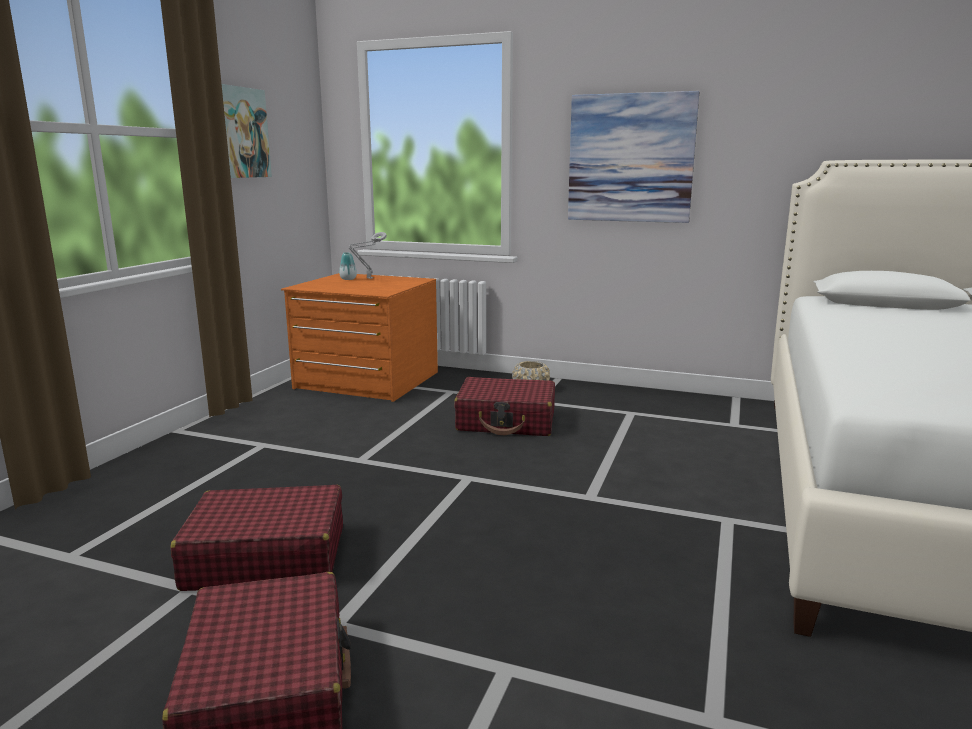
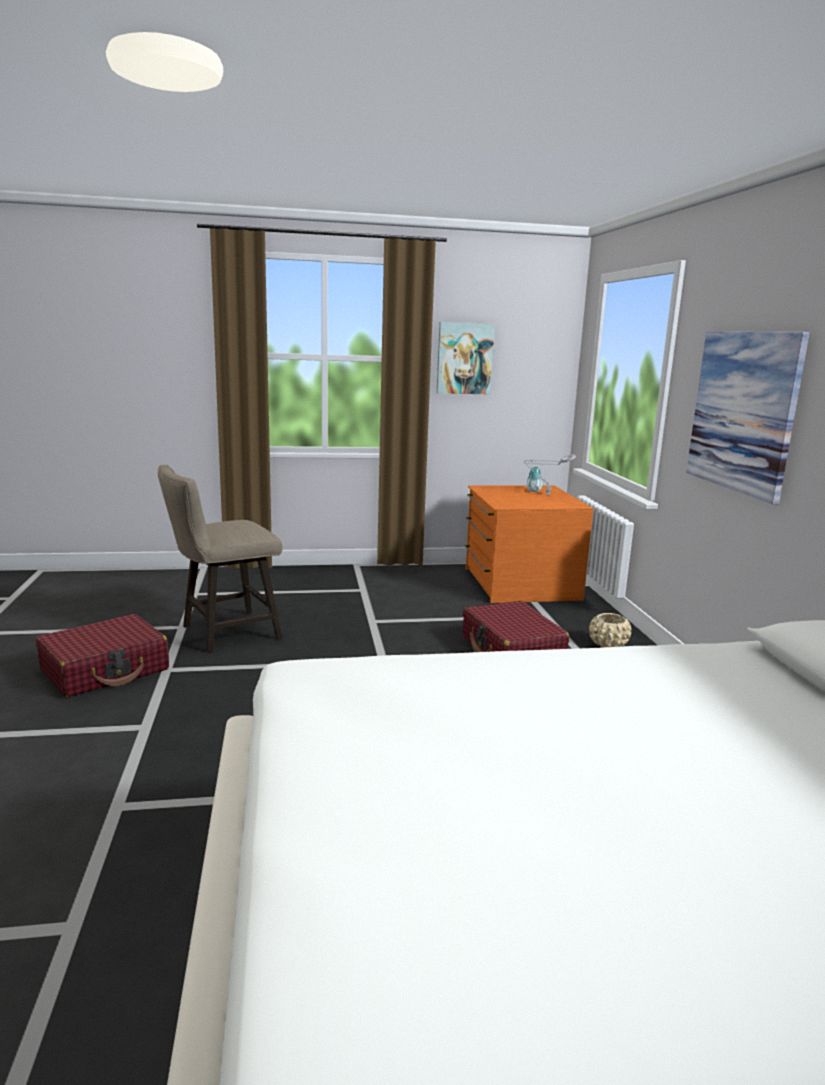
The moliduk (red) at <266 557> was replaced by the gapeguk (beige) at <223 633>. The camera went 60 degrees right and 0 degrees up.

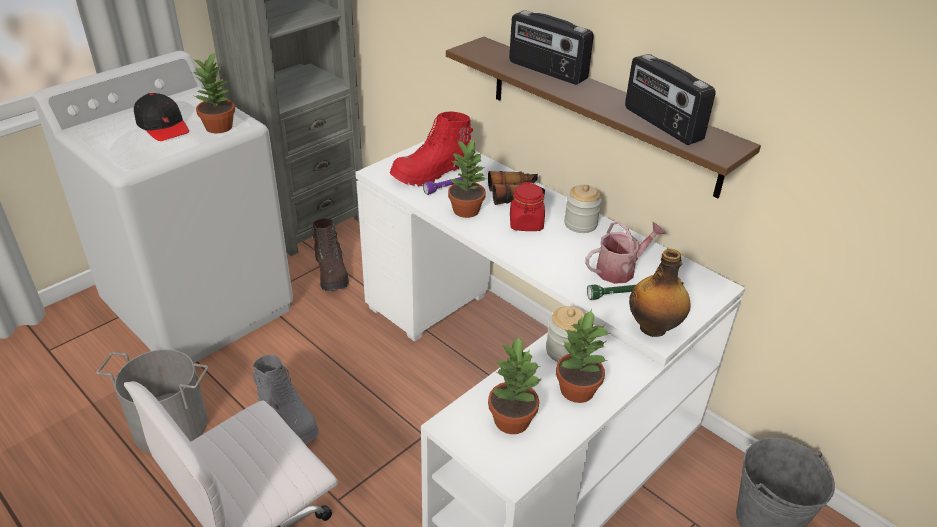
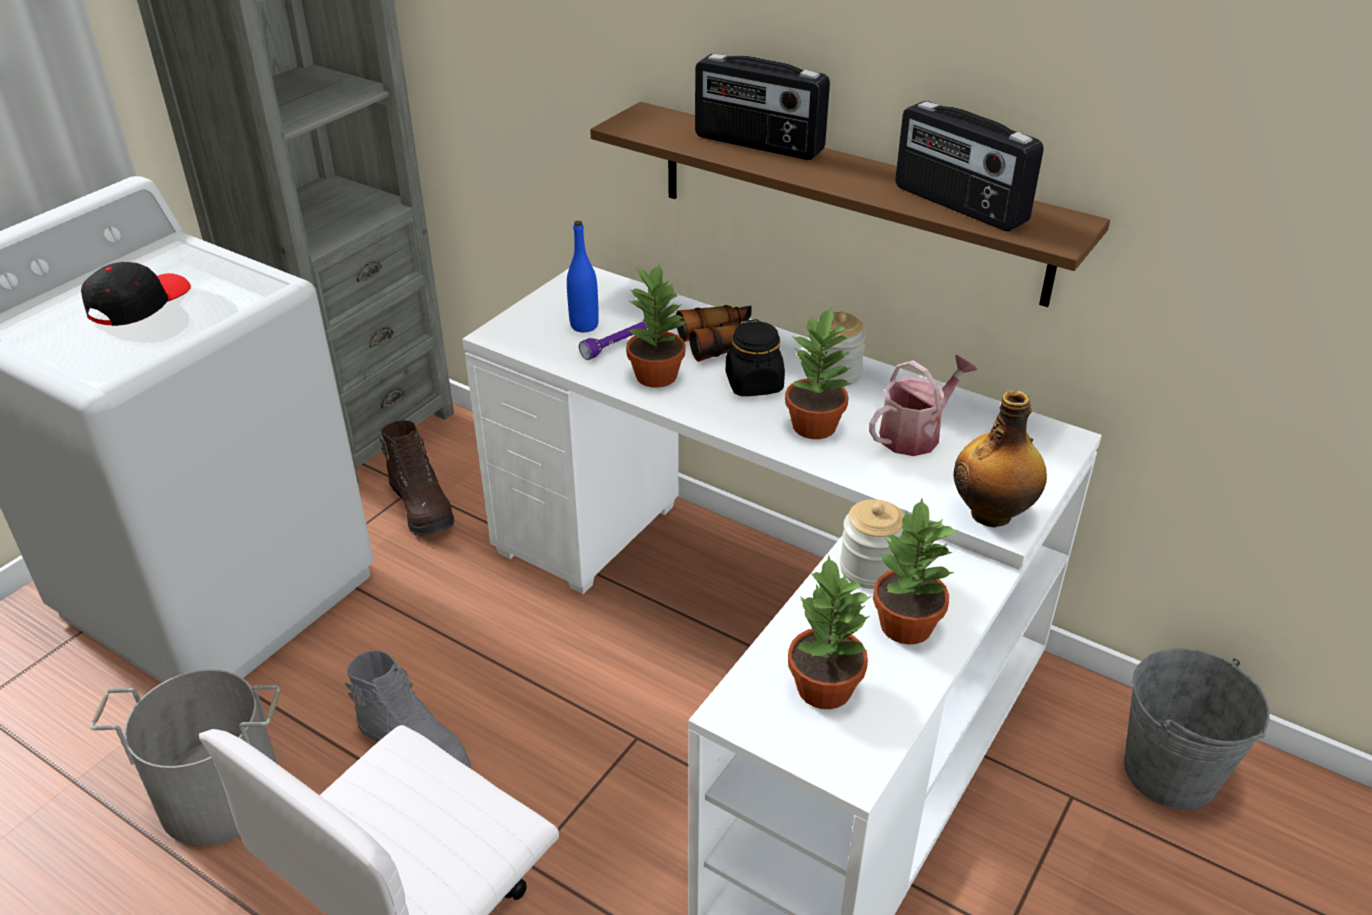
The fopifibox moved from <220 127> to <815 426>. The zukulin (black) at <163 126> turned 105 degrees counterclockwise. The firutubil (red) at <431 173> was replaced by the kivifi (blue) at <584 326>. The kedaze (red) at <526 223> became the kedaze (black) at <754 384>. The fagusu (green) at <616 295> disappeared. The camera went 10 degrees left and 0 degrees up.

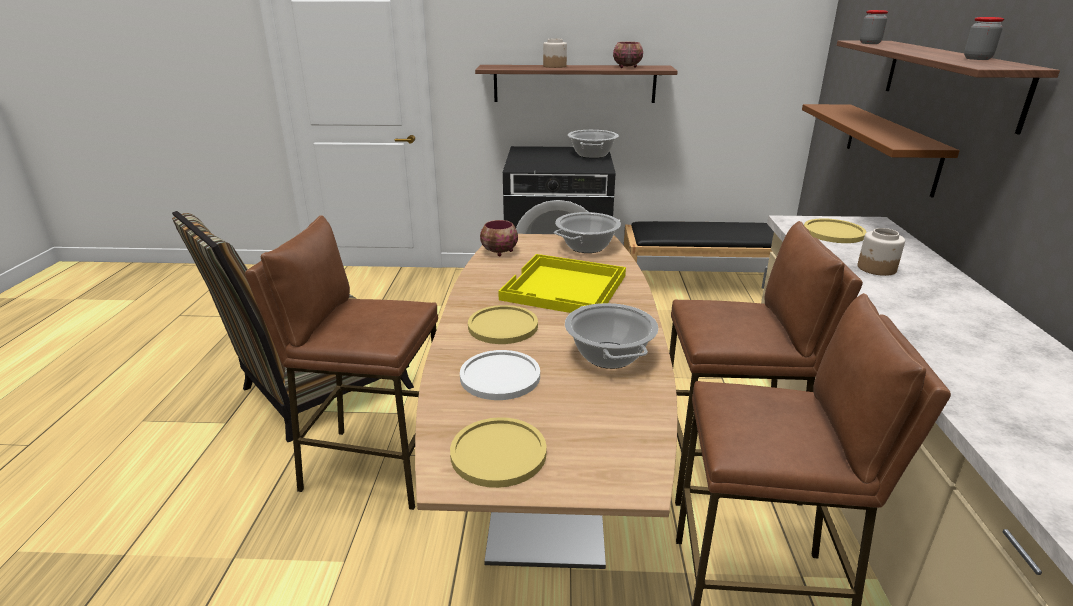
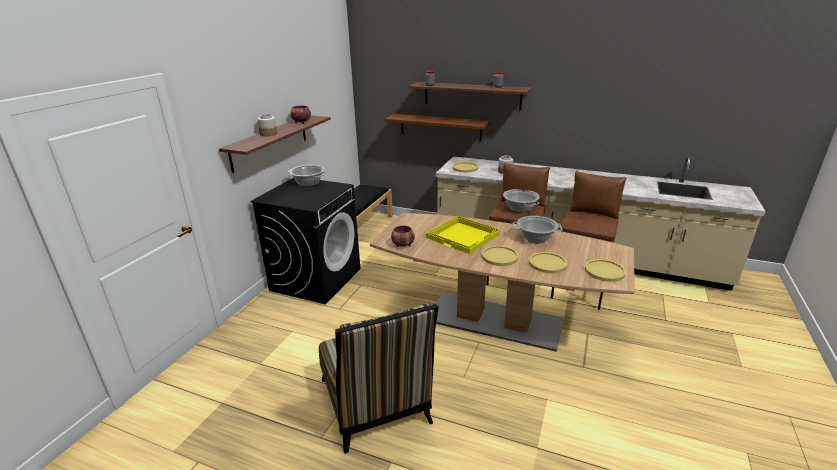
The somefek moved from <587 247> to <520 208>. The gapeguk (brown) at <374 466> disappeared. The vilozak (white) at <500 376> became the vilozak (yellow) at <547 263>. The camera went 70 degrees left and 0 degrees up.

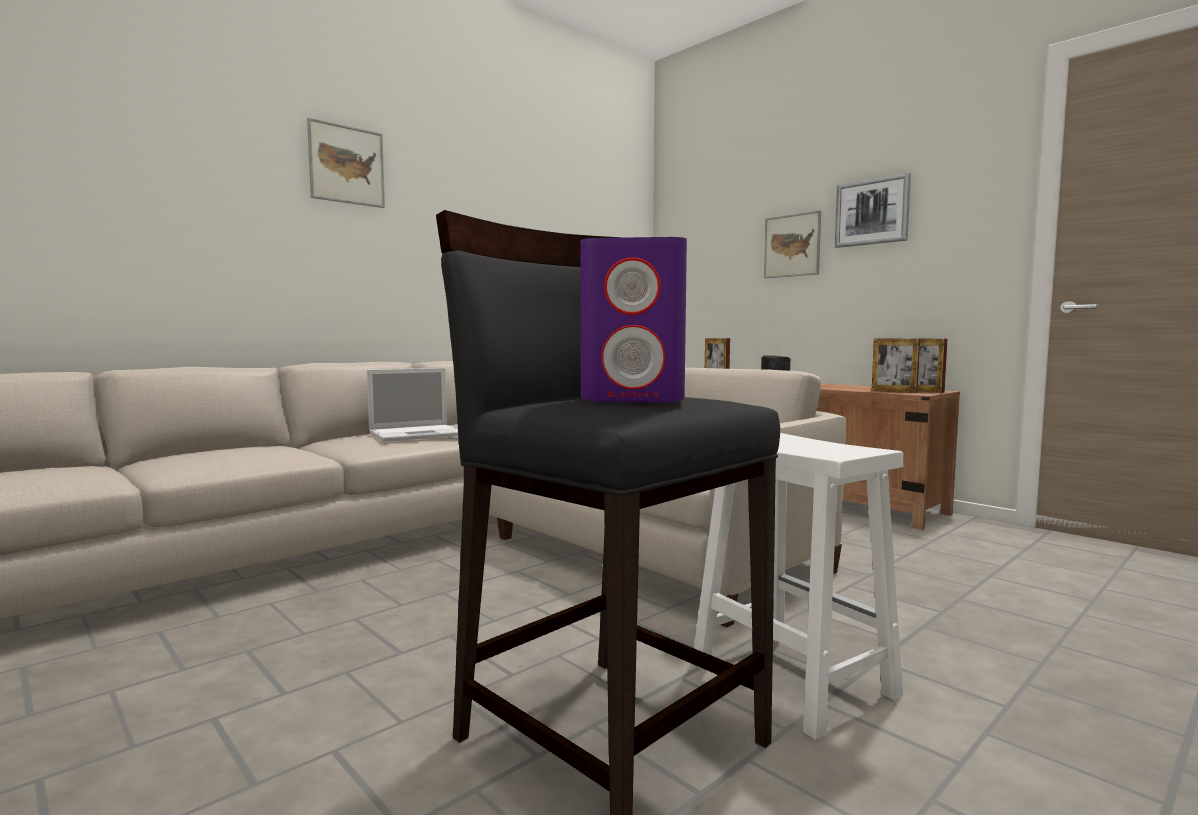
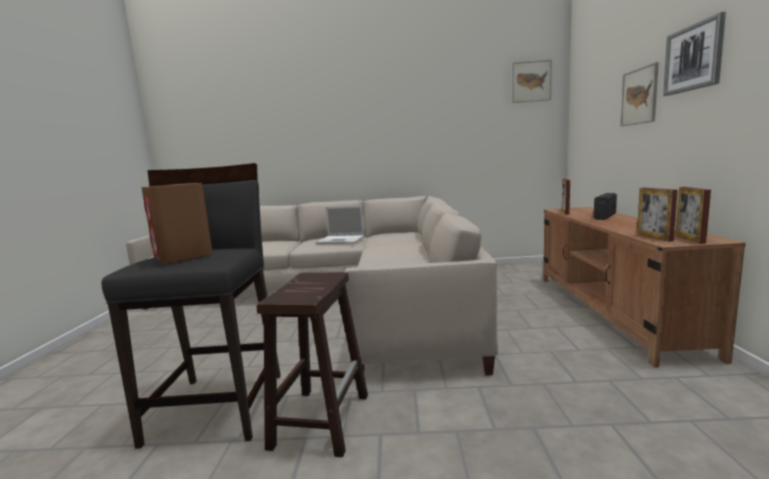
The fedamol moved from <346 165> to <531 81>. The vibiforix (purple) at <635 398> became the vibiforix (brown) at <183 256>. The gapeguk (white) at <789 678> became the gapeguk (brown) at <321 419>. The camera went 45 degrees right and 5 degrees up.

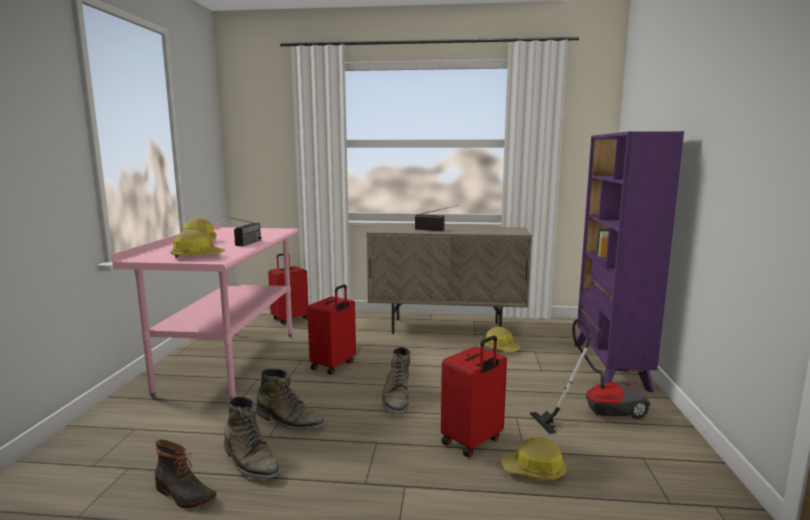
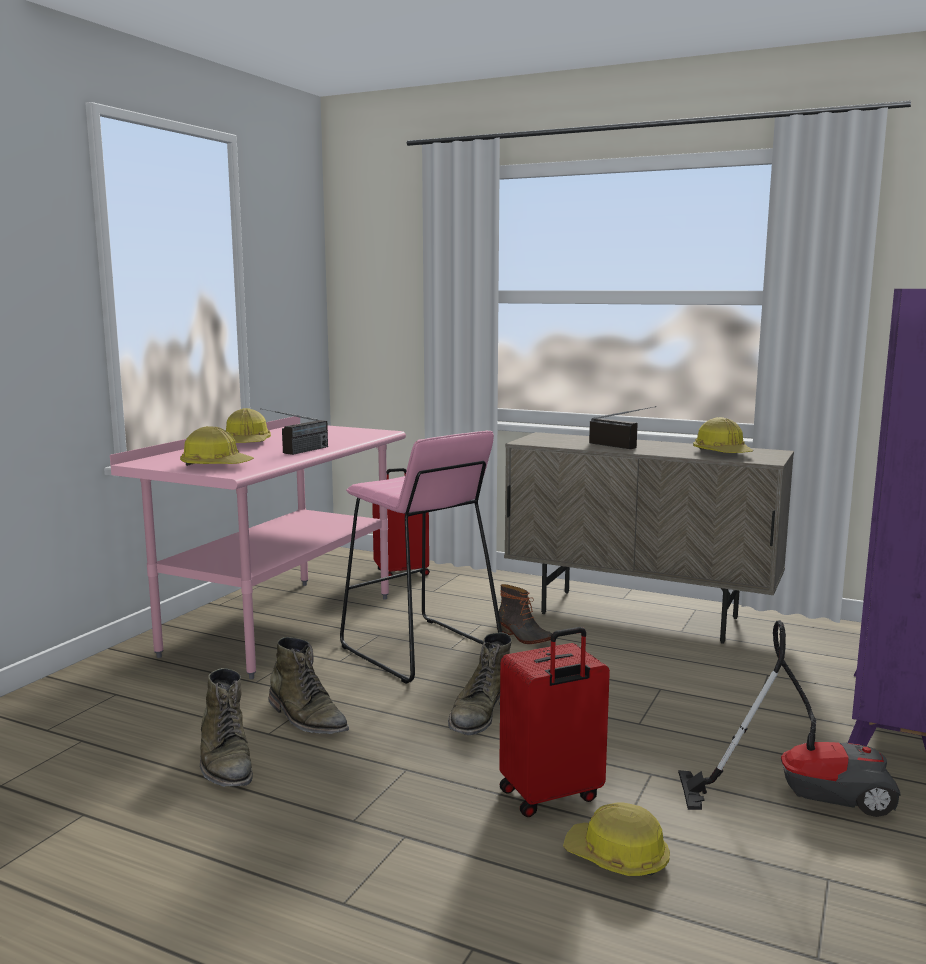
The moliduk (red) at <334 365> was replaced by the gapeguk (pink) at <419 650>. The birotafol moved from <501 348> to <722 453>. The firutubil moved from <184 495> to <523 636>. The camera went 20 degrees right and 0 degrees up.

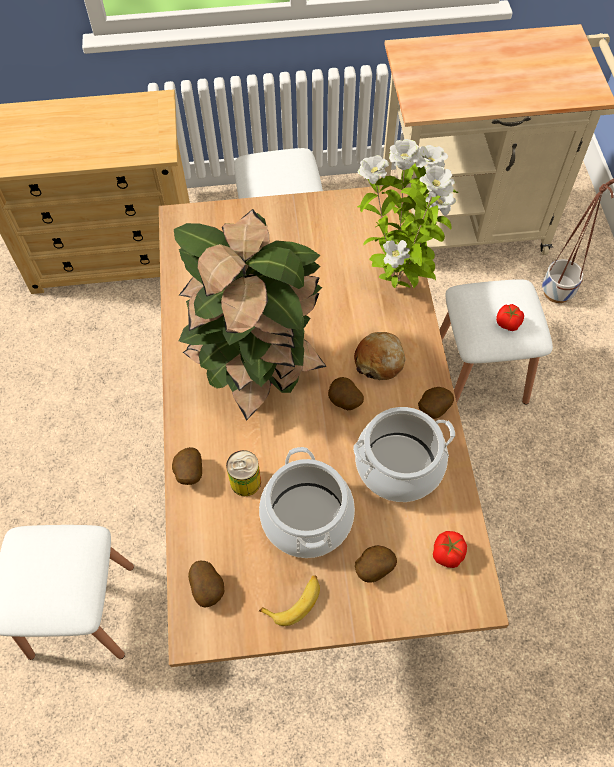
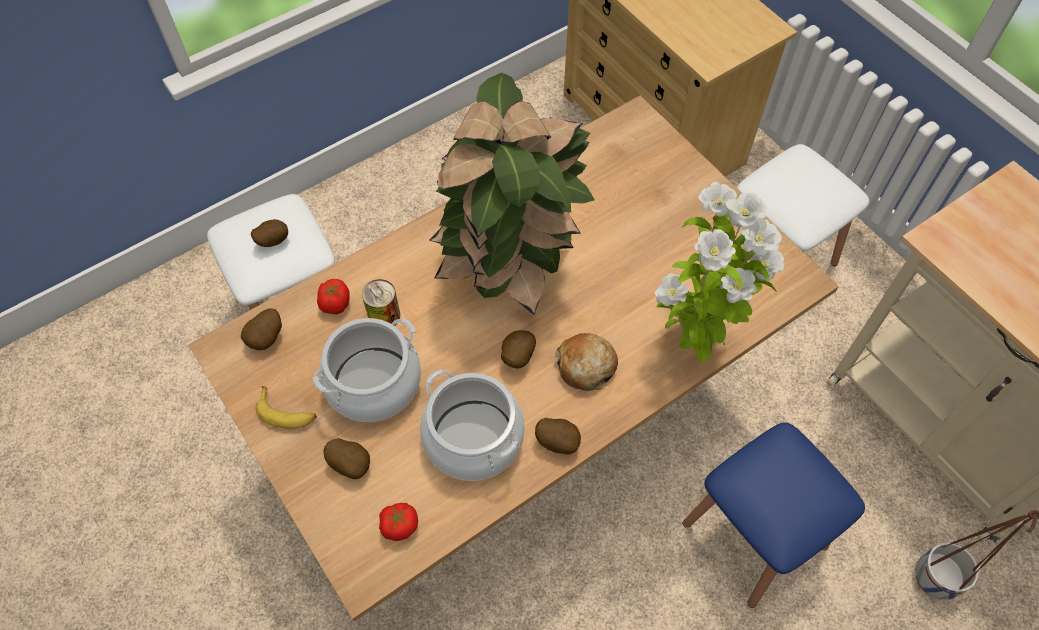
The gapeguk (white) at <479 373> became the gapeguk (blue) at <754 535>. The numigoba moved from <508 324> to <335 304>. The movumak moved from <189 473> to <272 240>. The camera went 60 degrees right and 0 degrees up.

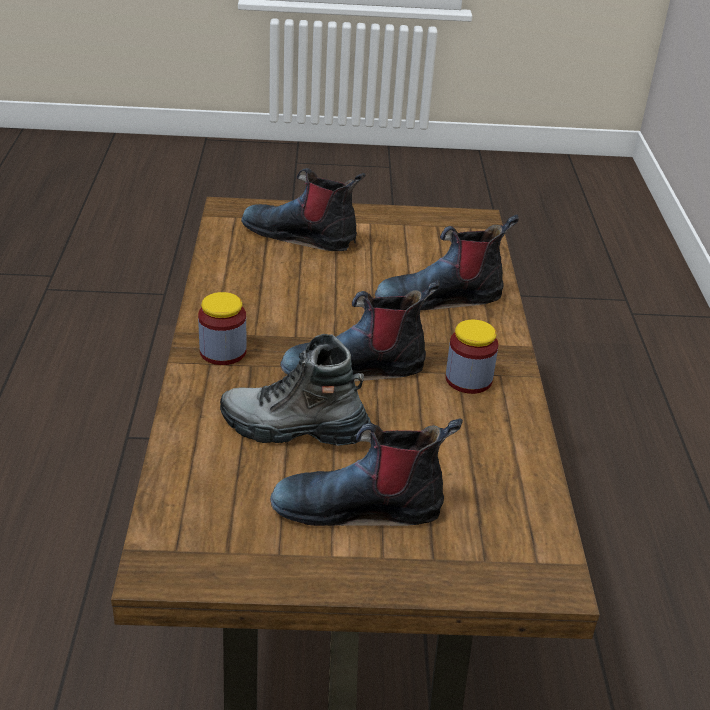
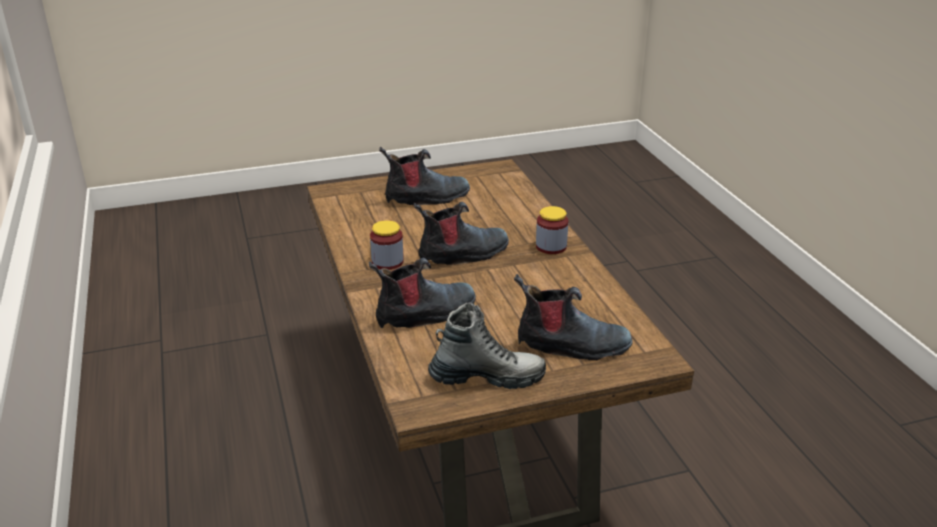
The firutubil moved from <293 428> to <487 377>. The camera went 165 degrees right and 5 degrees down.

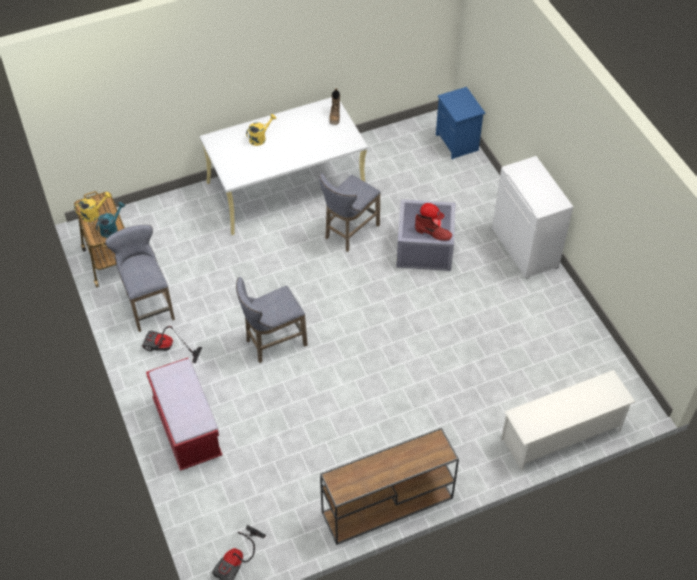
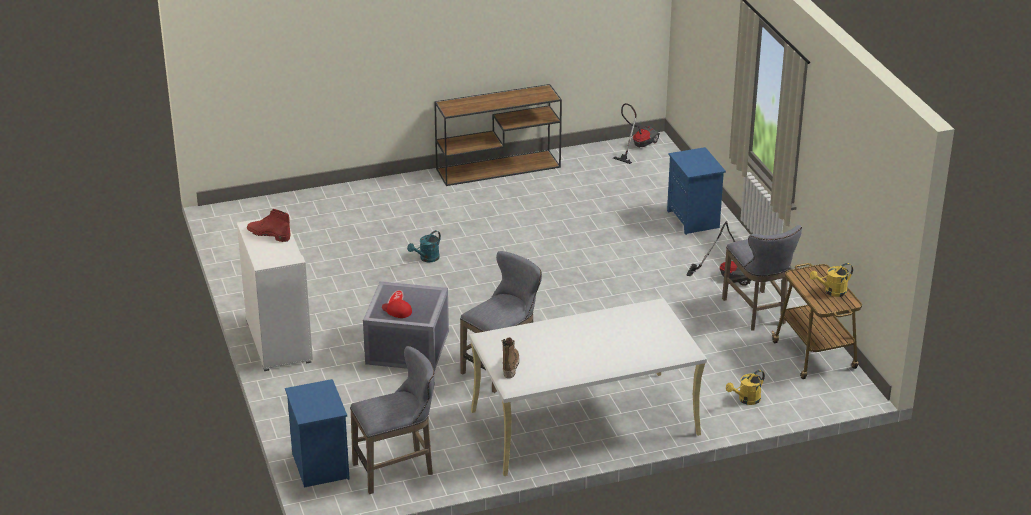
The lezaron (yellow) moved from <260 138> to <746 400>. The lezaron (turquoise) moved from <111 228> to <427 259>. The firutubil (red) moved from <433 233> to <268 234>. The gapeguk (grey) moved from <272 343> to <398 469>. The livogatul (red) at <187 429> was replaced by the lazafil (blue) at <694 220>. The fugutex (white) at <561 435> disappeared. The camera went 175 degrees left and 20 degrees down.

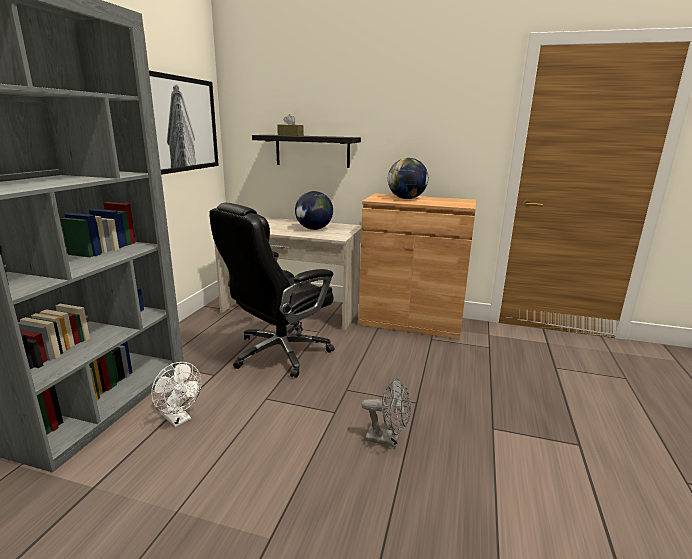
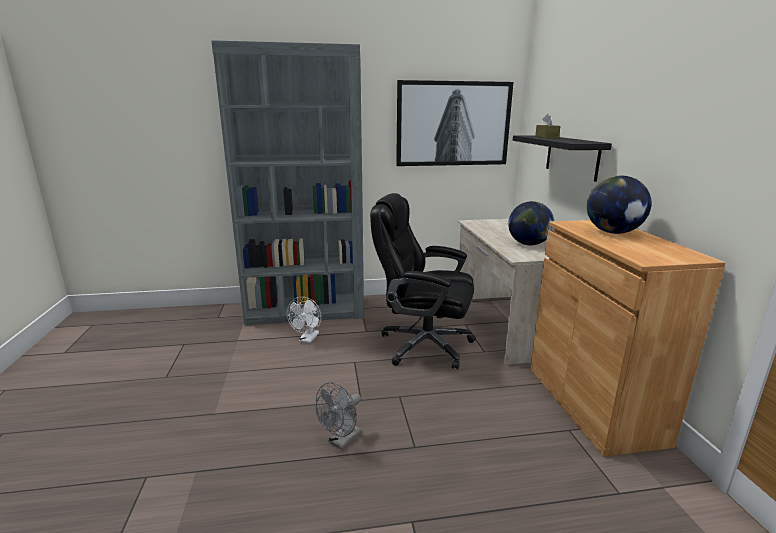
The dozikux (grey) at <387 439> turned 45 degrees clockwise. The camera went 65 degrees right and 0 degrees up.

